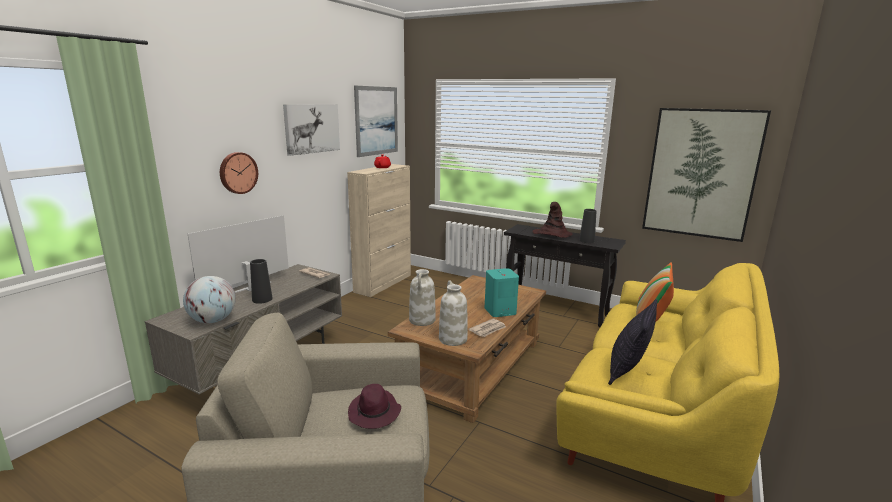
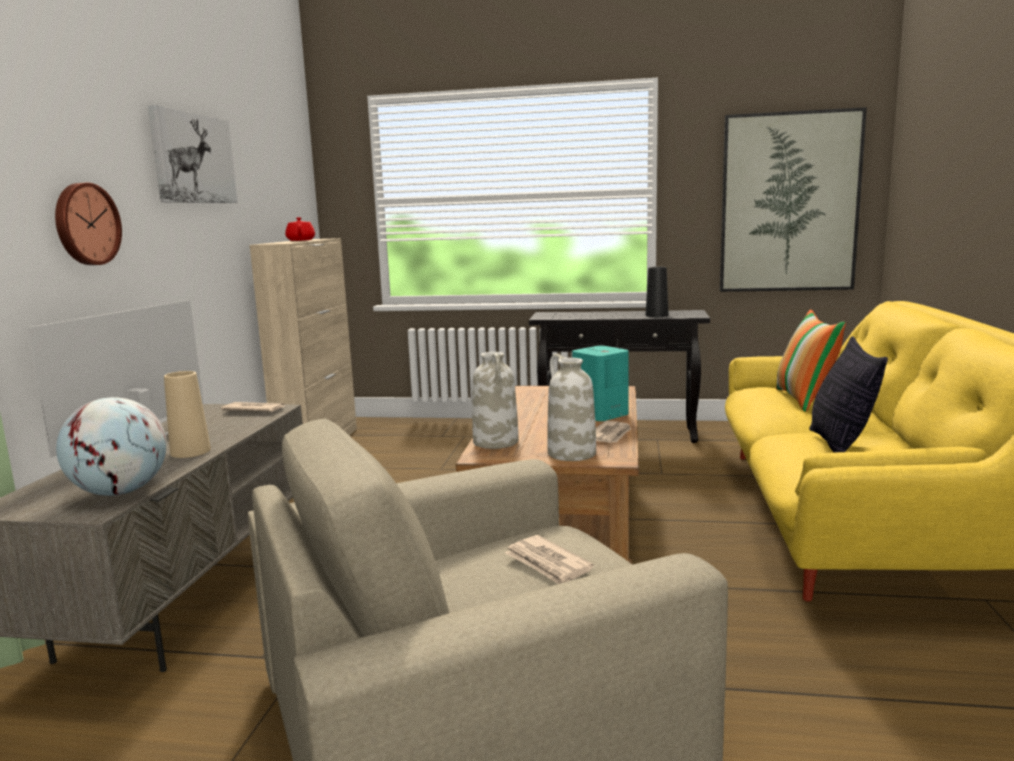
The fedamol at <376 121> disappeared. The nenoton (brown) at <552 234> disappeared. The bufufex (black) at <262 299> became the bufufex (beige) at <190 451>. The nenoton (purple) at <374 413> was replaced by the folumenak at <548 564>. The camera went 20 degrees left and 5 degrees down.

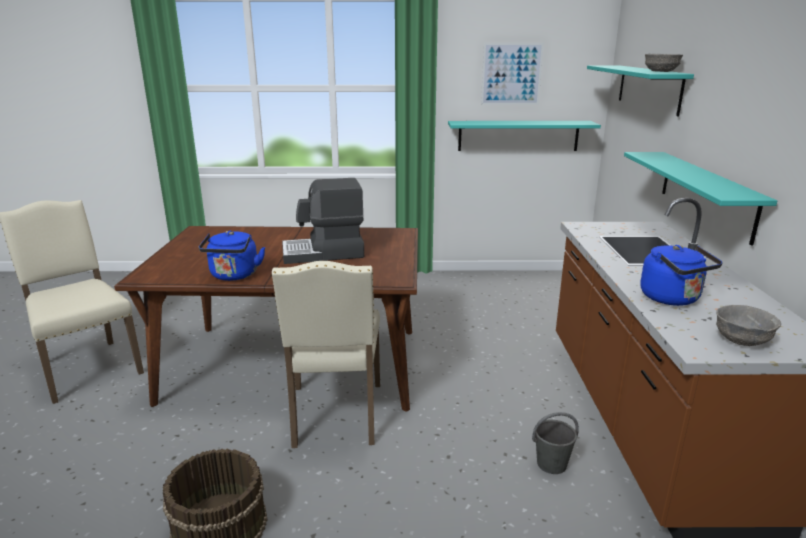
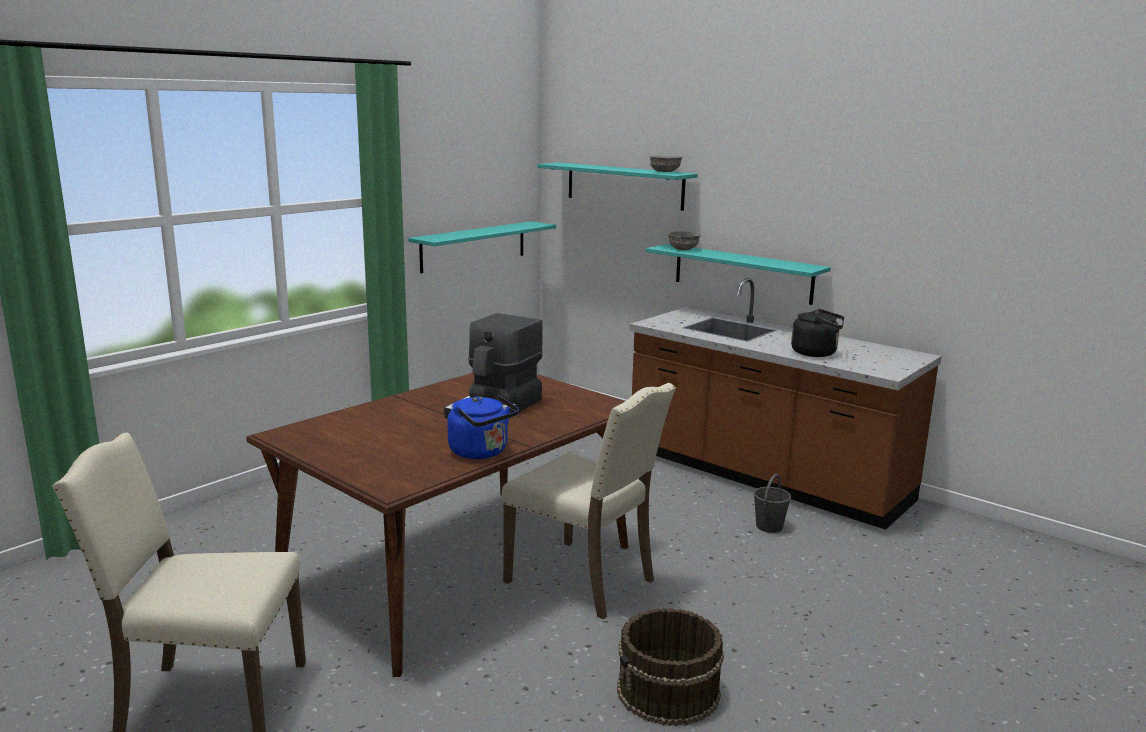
The fedamol at <511 74> disappeared. The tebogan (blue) at <672 299> became the tebogan (black) at <817 353>. The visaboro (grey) moved from <742 340> to <683 249>. The camera went 50 degrees left and 5 degrees down.

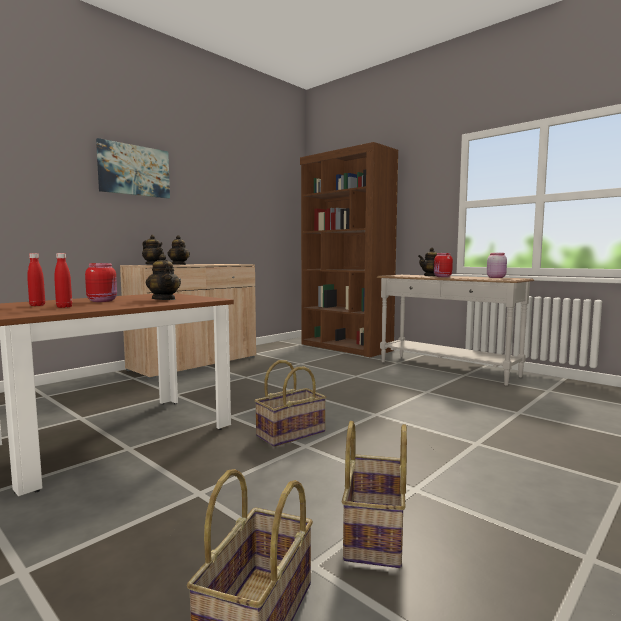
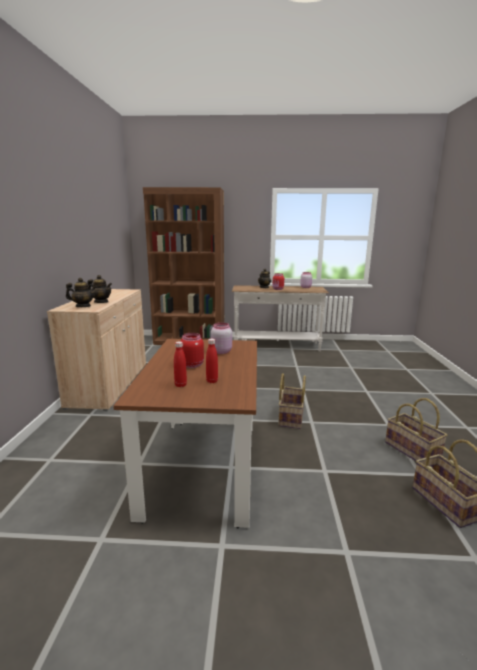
The fedamol at <134 170> disappeared. The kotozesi at <164 299> was replaced by the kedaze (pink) at <221 351>. The camera went 40 degrees left and 10 degrees up.

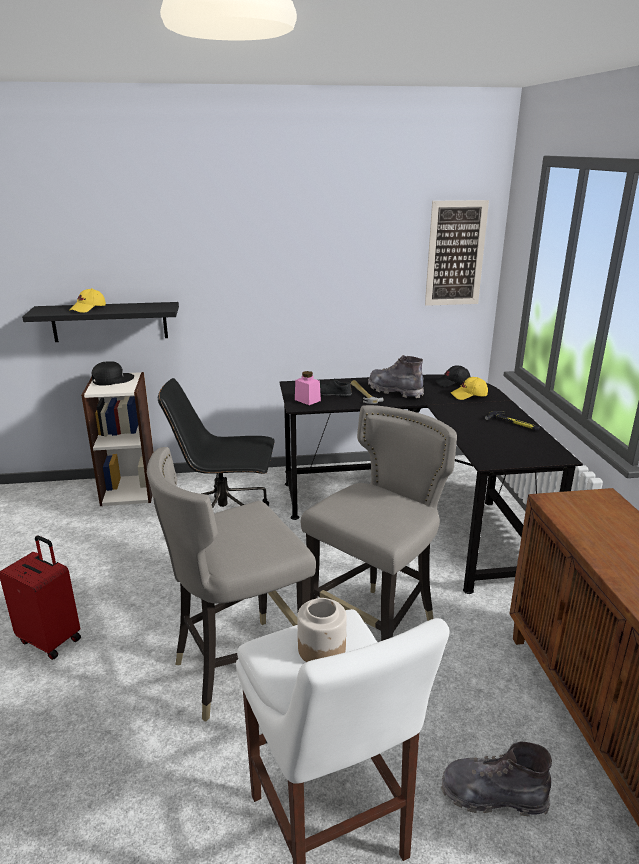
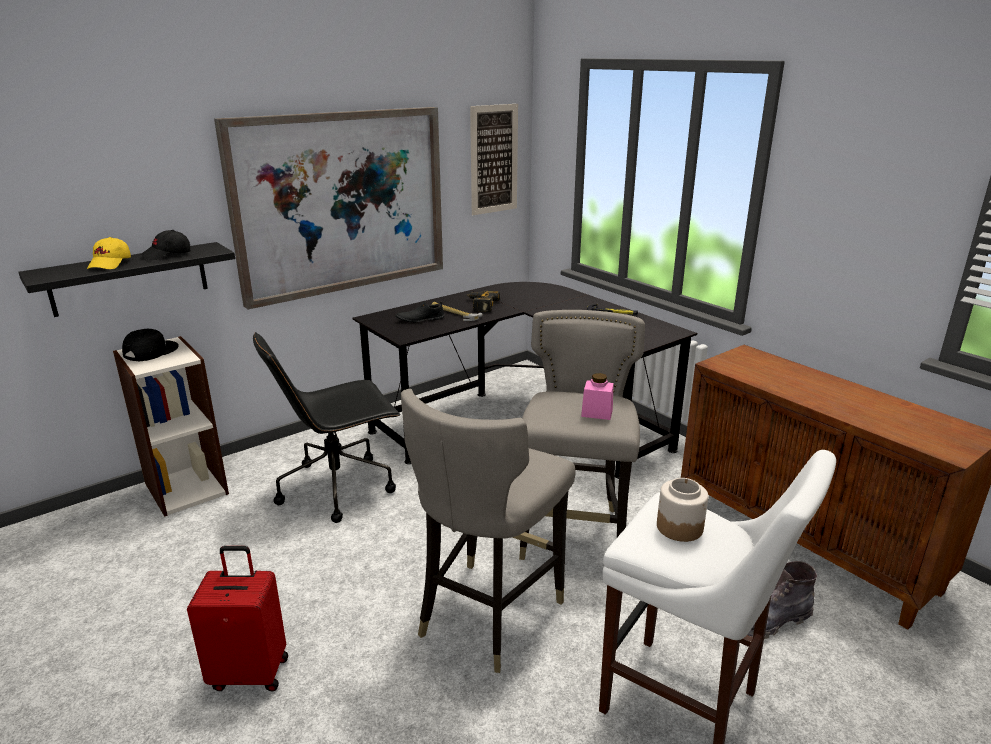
The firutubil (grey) at <395 391> was replaced by the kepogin at <480 305>. The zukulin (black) moved from <452 383> to <167 255>. The kedaze (pink) moved from <307 400> to <597 413>. The zukulin (yellow) at <469 395> disappeared. The fedamol at <341 202> appeared. The camera went 30 degrees left and 0 degrees up.

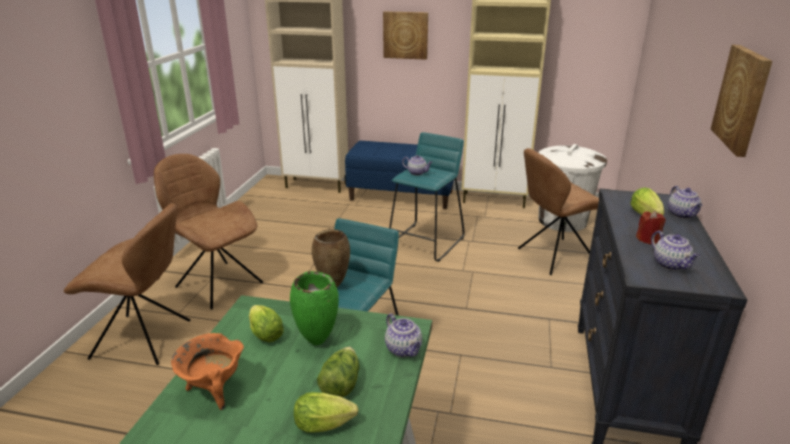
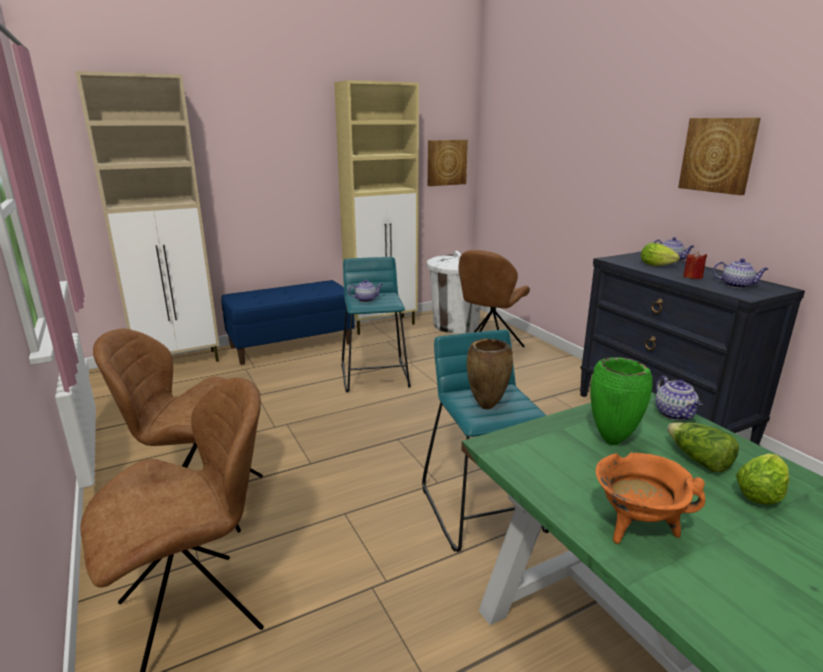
The fedamol moved from <405 35> to <446 162>. The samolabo at <264 333> disappeared. The kotozesi at <404 349> turned 60 degrees clockwise. The camera went 40 degrees left and 5 degrees down.

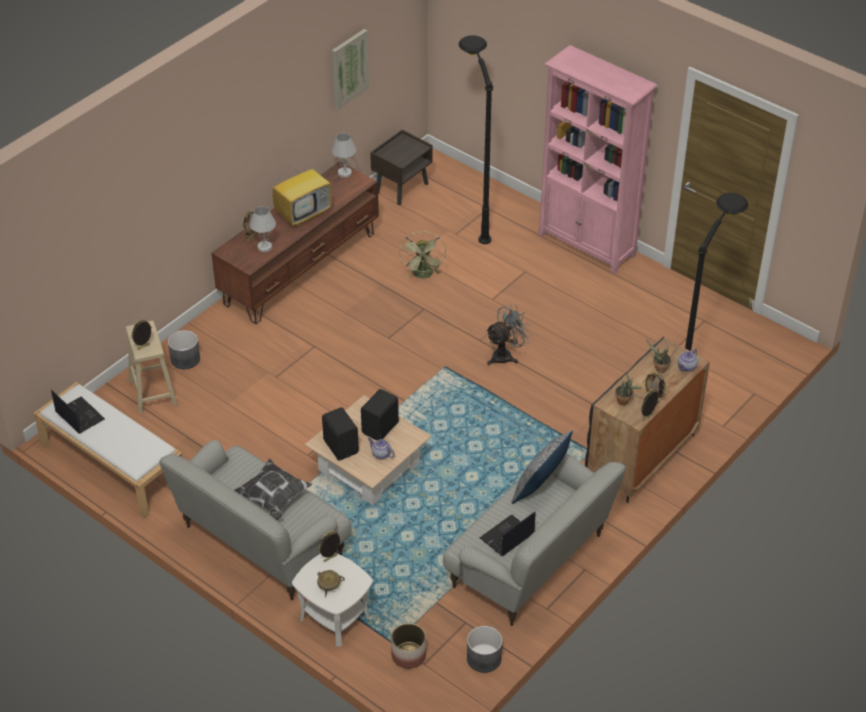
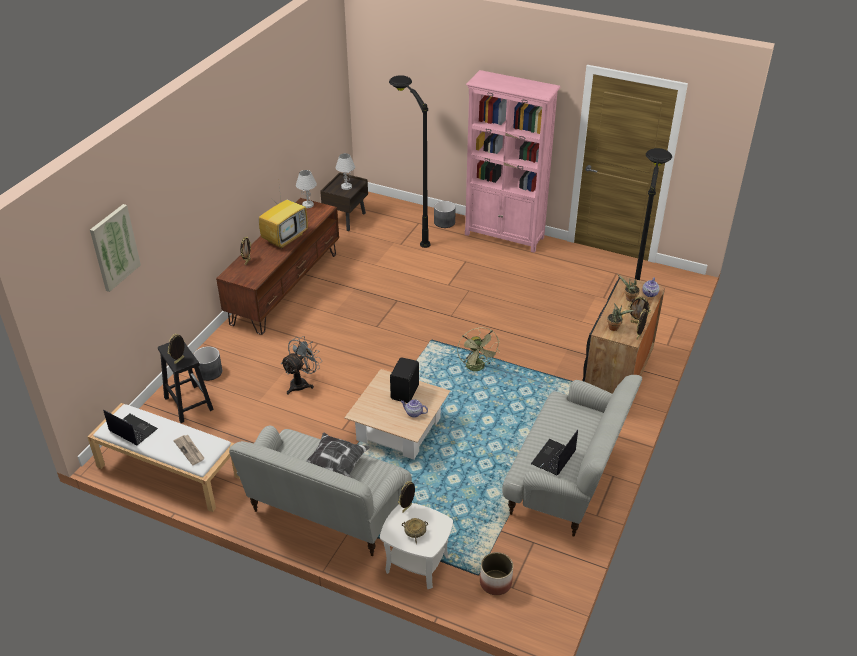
The fedamol moved from <349 68> to <114 247>. The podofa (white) moved from <265 247> to <346 186>. The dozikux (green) moved from <423 275> to <477 368>. The dozikux (grey) moved from <506 355> to <302 383>. The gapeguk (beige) at <152 392> became the gapeguk (black) at <188 403>. The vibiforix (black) at <341 446> disappeared. The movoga at <540 488> disappeared. The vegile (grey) moved from <484 658> to <444 222>. The folumenak at <190 450> appeared. The camera went 15 degrees left and 5 degrees down.

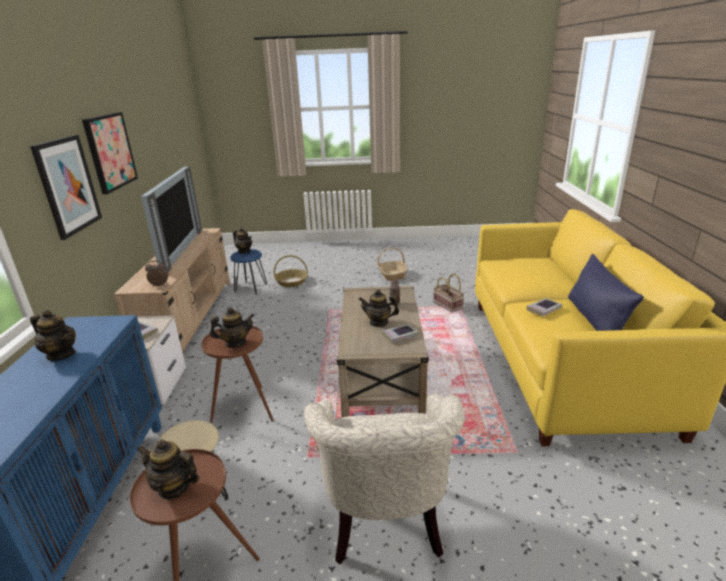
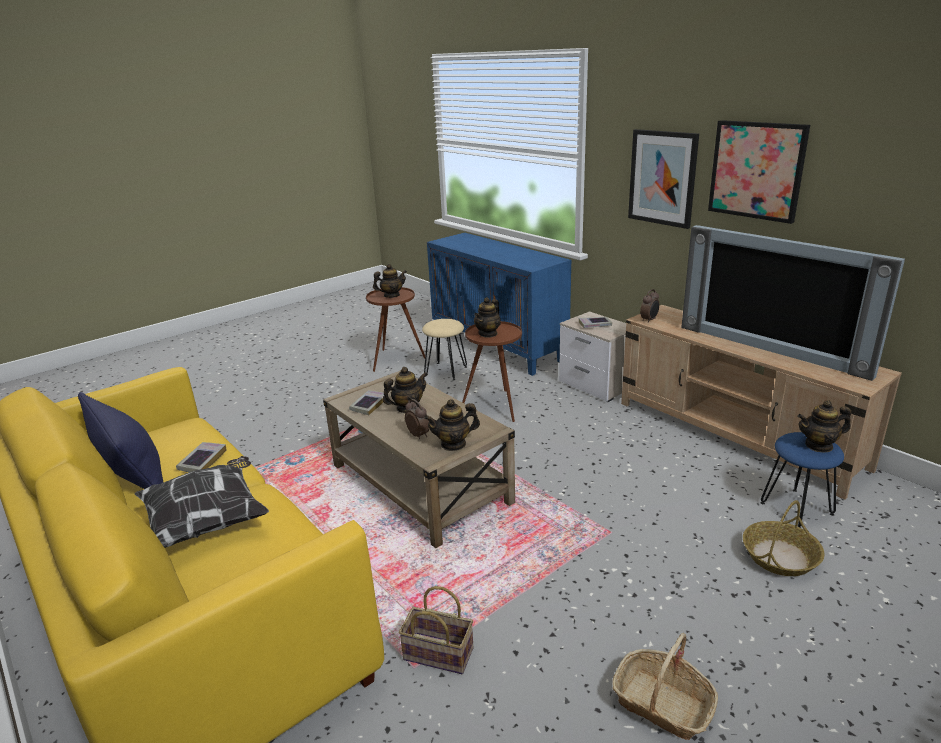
The kotozesi moved from <61 354> to <453 444>. The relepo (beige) at <386 526> disappeared. The movoga at <208 521> appeared. The camera went 140 degrees right and 0 degrees up.

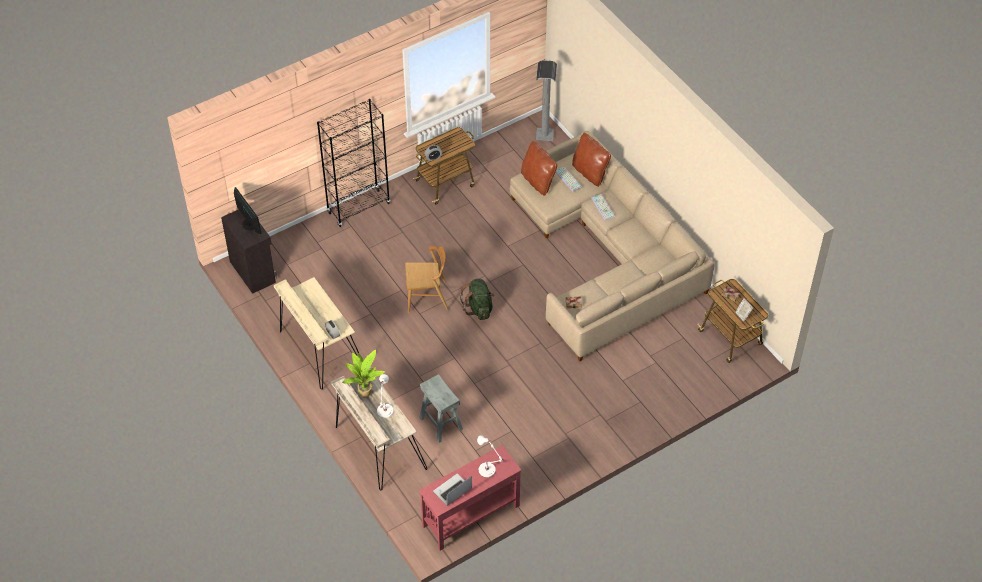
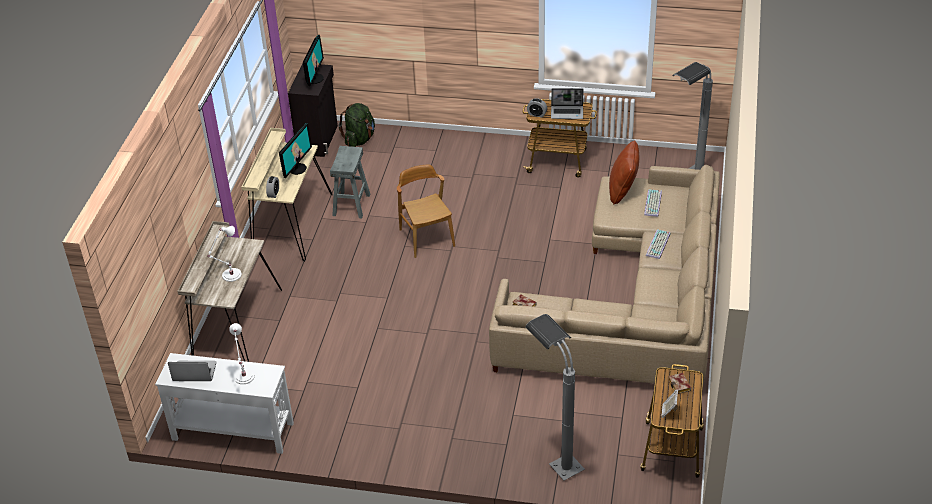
The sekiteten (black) at <358 208> disappeared. The movoga (brown) at <590 173> disappeared. The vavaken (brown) at <427 297> turned 150 degrees counterclockwise. The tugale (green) moved from <479 308> to <359 139>. The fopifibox at <364 393> disappeared. The gapeguk (grey) moved from <441 423> to <351 205>. The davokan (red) at <470 516> became the davokan (white) at <232 431>. The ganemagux at <567 113> appeared. The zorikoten at <297 168> appeared. The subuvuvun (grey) at <555 457> appeared. The camera went 45 degrees right and 10 degrees down.

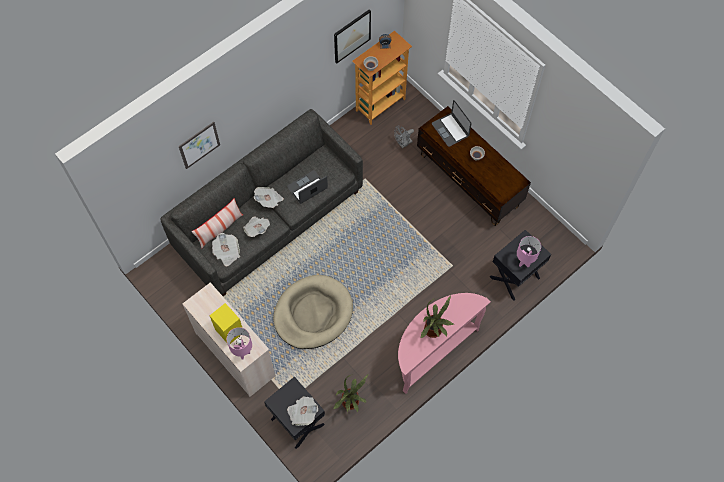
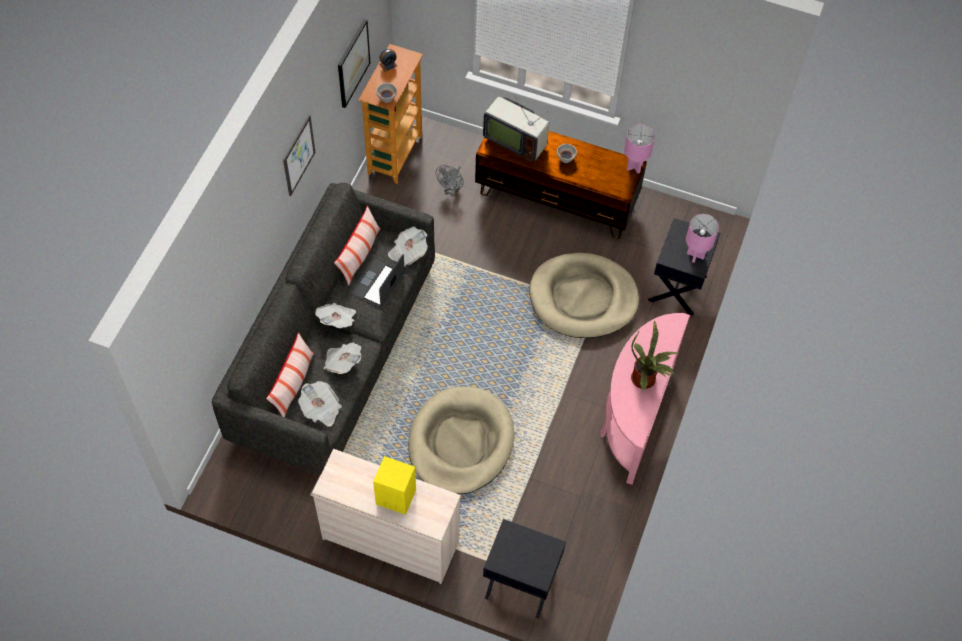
The ganemagux at <450 129> was replaced by the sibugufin at <515 140>. The fedamol moved from <199 145> to <299 155>. The podofa (pink) moved from <243 352> to <634 167>. The fopifibox at <351 403> disappeared. The folumenak moved from <302 413> to <408 252>. The movoga at <359 255> appeared. The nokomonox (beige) at <583 298> appeared. The camera went 30 degrees left and 5 degrees down.

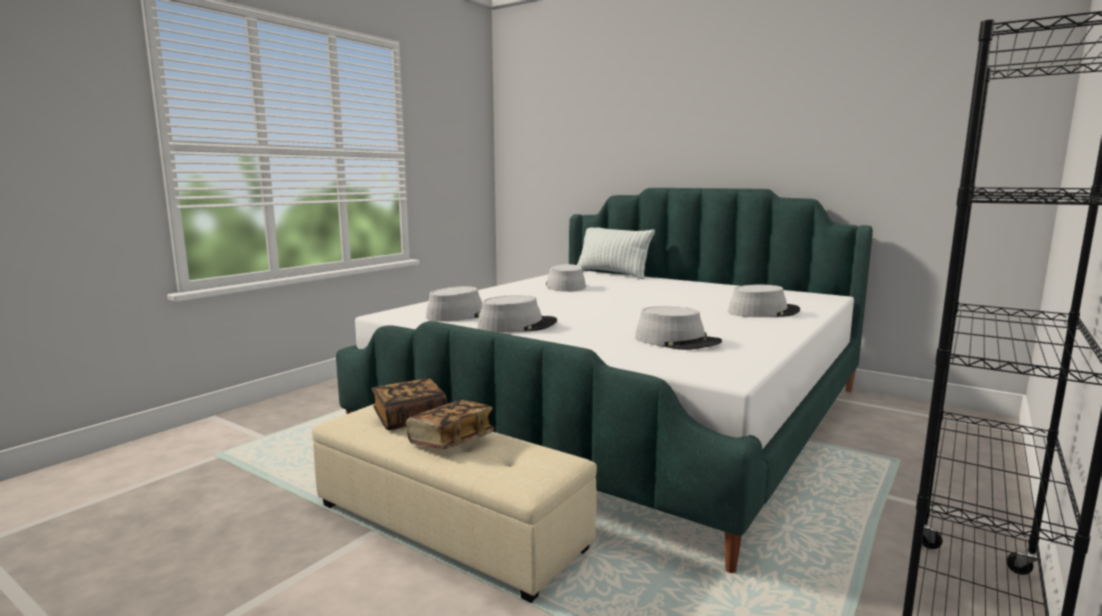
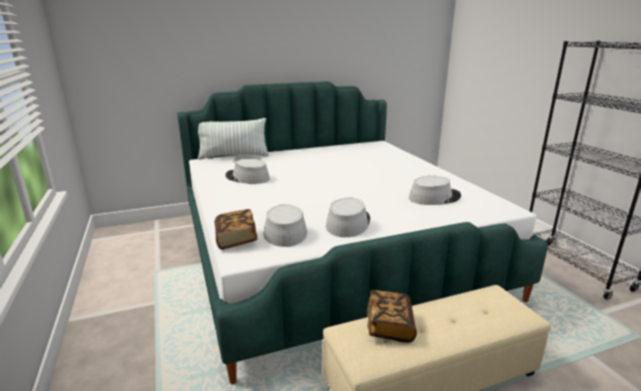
The nenoton (grey) at <763 312> disappeared. The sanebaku moved from <451 441> to <236 239>. The camera went 55 degrees left and 10 degrees up.

